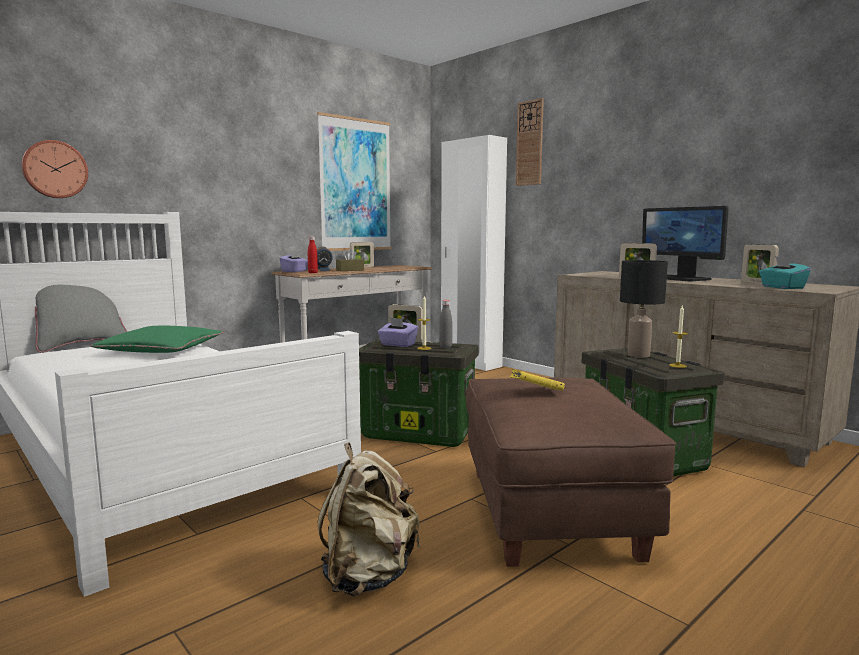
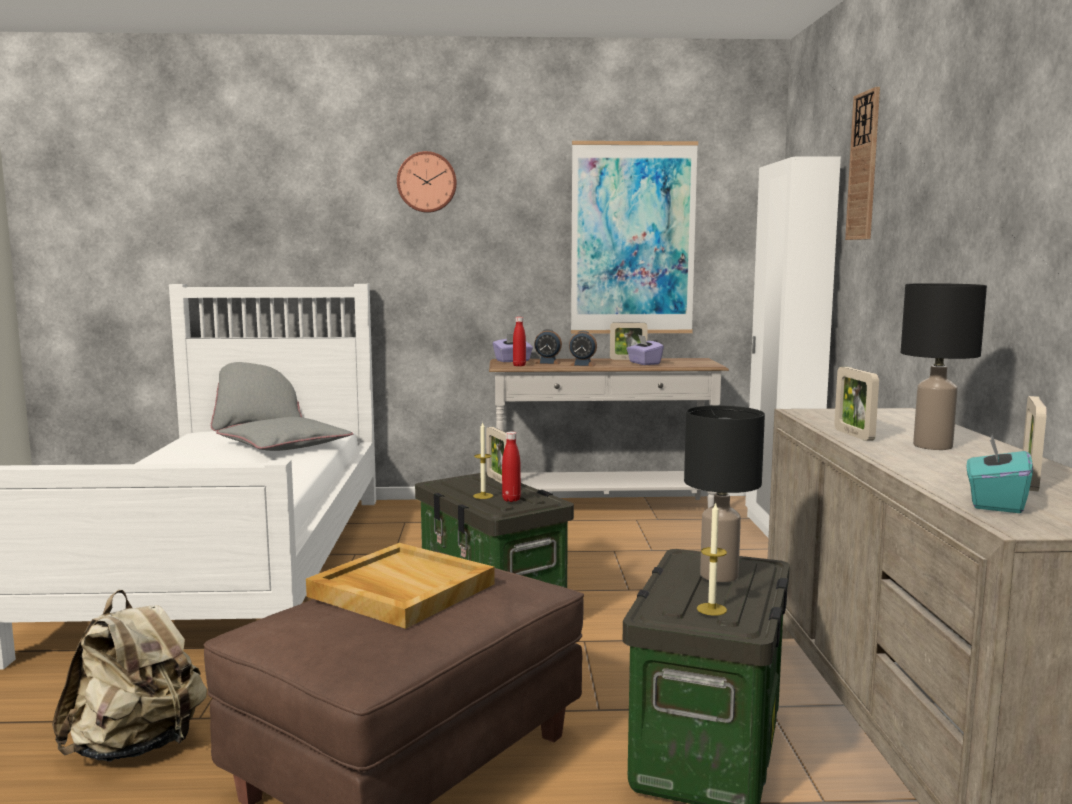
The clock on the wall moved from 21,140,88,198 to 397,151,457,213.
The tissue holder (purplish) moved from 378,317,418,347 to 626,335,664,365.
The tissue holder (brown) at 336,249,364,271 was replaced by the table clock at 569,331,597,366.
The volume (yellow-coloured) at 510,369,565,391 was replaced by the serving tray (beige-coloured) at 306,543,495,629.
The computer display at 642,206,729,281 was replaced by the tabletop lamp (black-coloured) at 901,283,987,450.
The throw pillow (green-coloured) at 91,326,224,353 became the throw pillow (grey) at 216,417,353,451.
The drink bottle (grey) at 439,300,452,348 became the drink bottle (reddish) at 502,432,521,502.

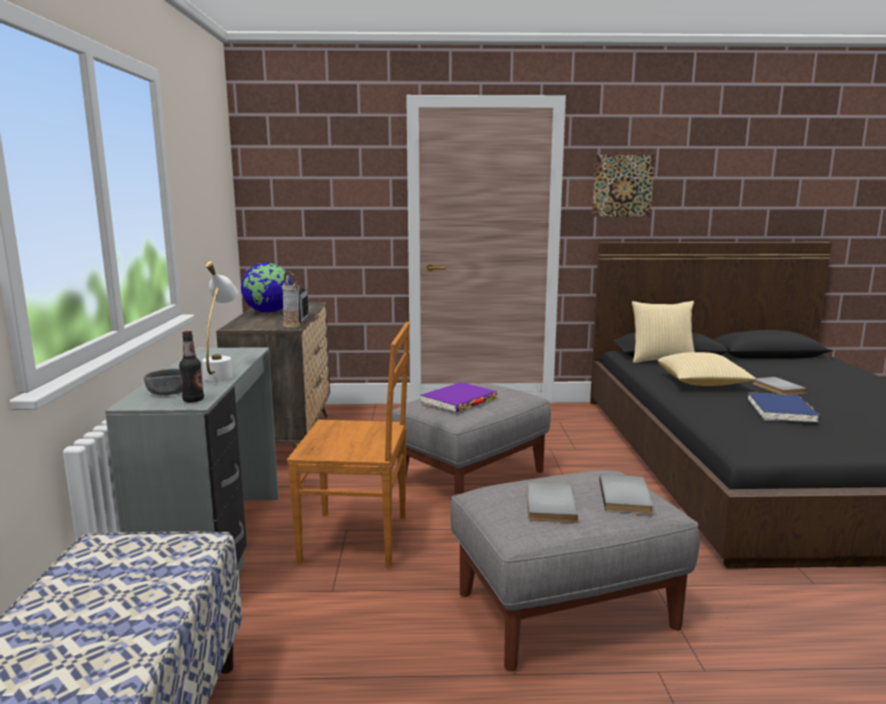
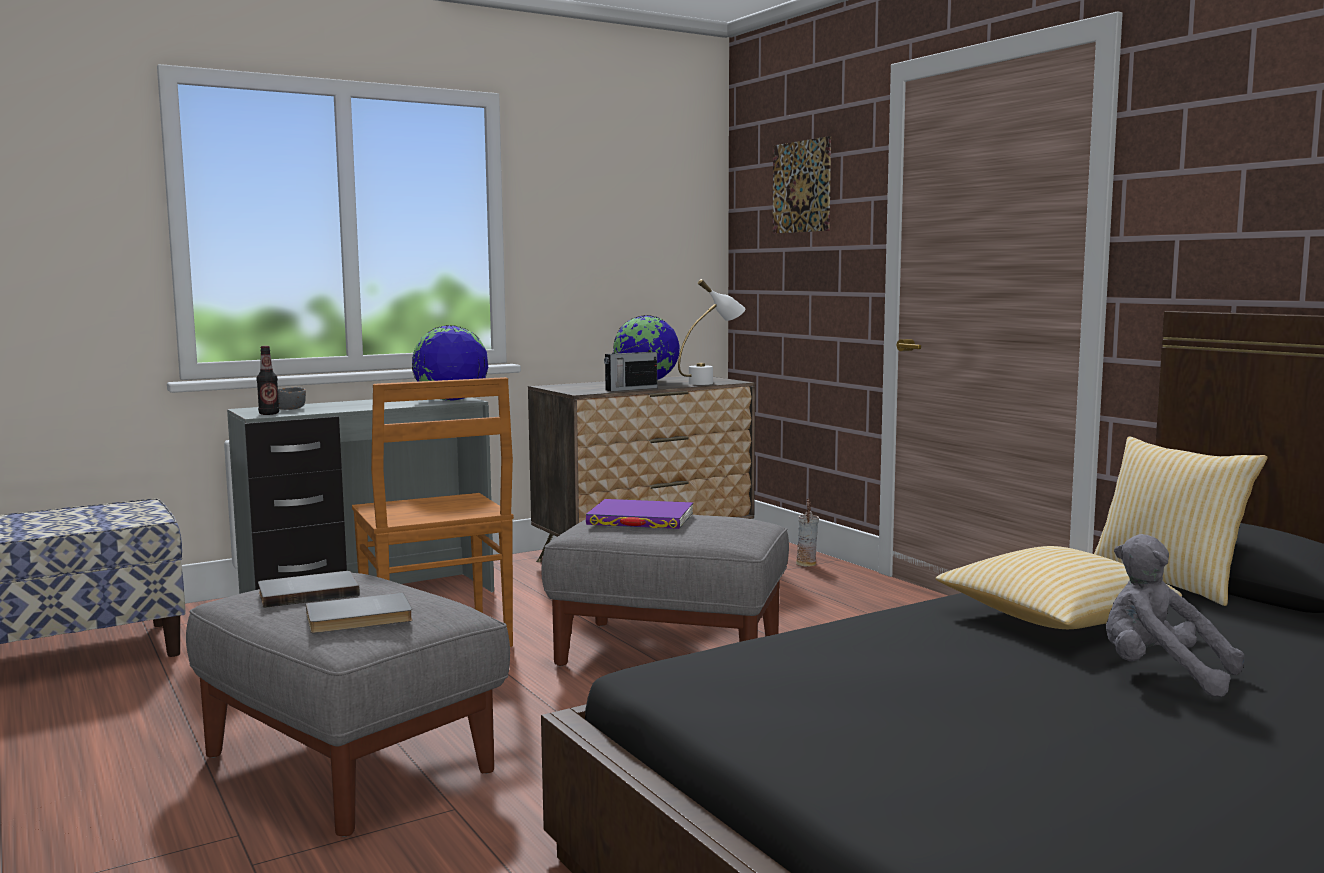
The volume (bluish) at 748,392,821,423 disappeared.
The globe at 412,325,488,401 appeared.
The tabletop lamp (whitish) moved from 202,261,238,381 to 678,279,745,385.
The decorative vase moved from 282,271,300,328 to 796,499,819,567.
The wall picture moved from 592,155,655,216 to 772,136,831,234.
The volume (grey) at 752,377,808,395 was replaced by the cuddly toy (grey) at 1106,534,1244,697.

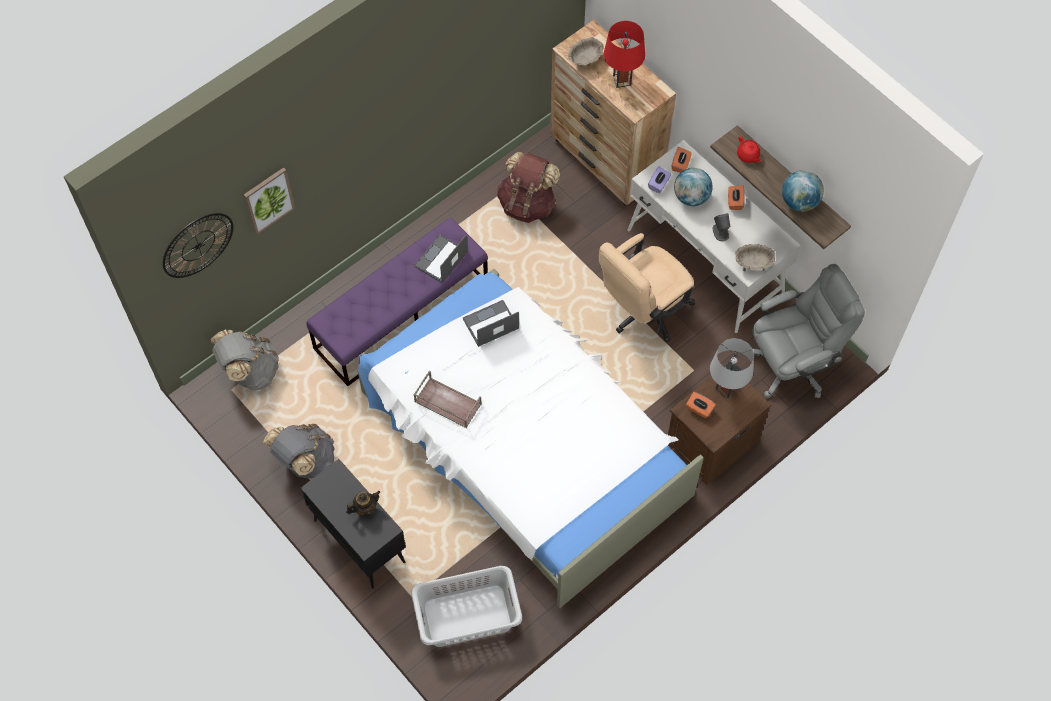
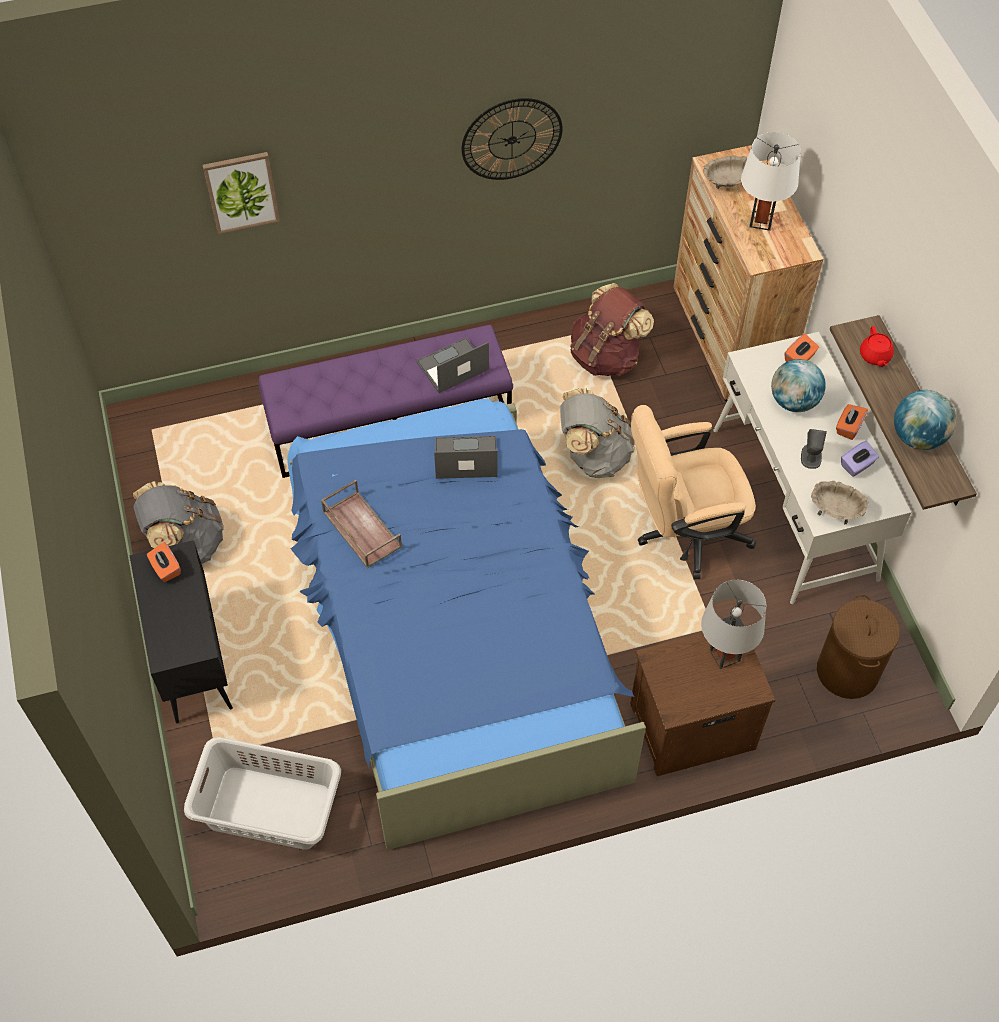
The teapot at 346,491,380,517 disappeared.
The clock on the wall moved from 163,213,233,278 to 462,98,562,180.
The backpack (grey) moved from 211,329,279,390 to 560,388,635,478.
The tissue holder (purplish) moved from 648,166,671,193 to 841,441,879,477.
The tissue holder (orange-coloured) moved from 686,392,716,418 to 147,542,181,582.
The office chair (grey) at 752,264,865,398 was replaced by the washing basket (brown) at 817,594,900,699.
The bedroom bed (whitish) at 358,269,704,608 became the bedroom bed (bluish) at 287,398,646,850.
The tabletop lamp (reddish) at 604,21,645,88 became the tabletop lamp (whitish) at 741,132,801,231.

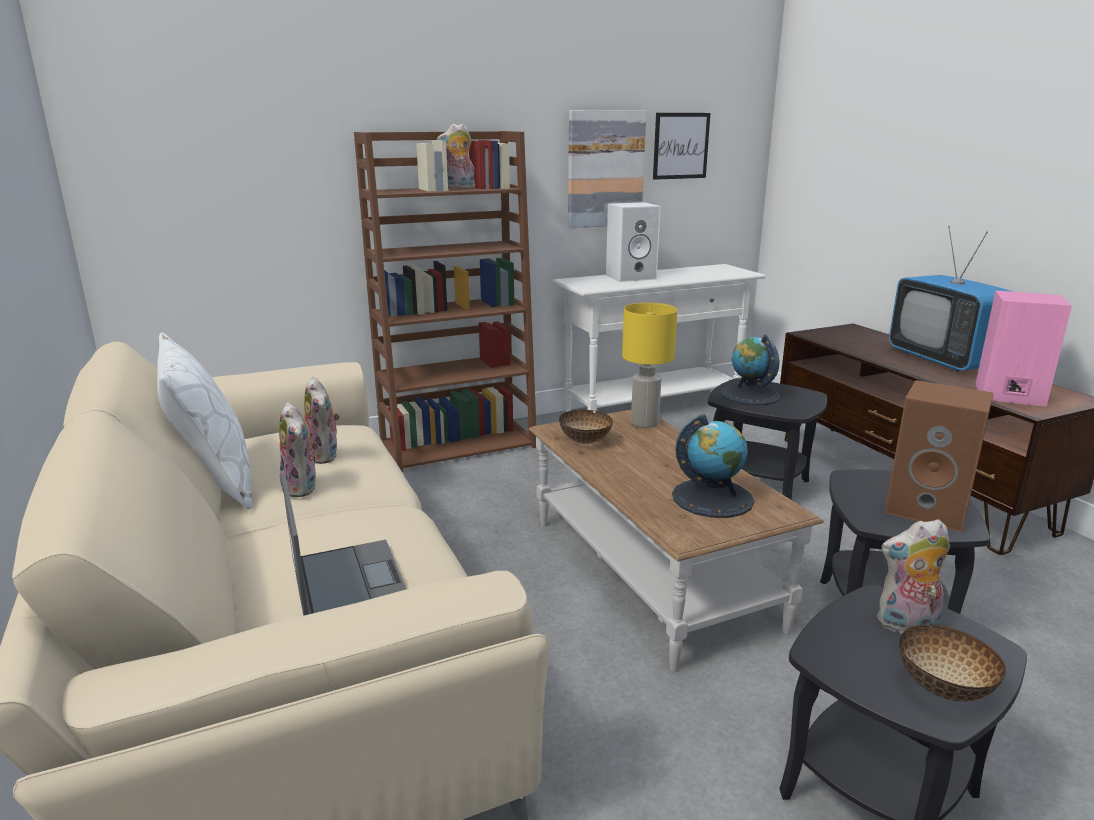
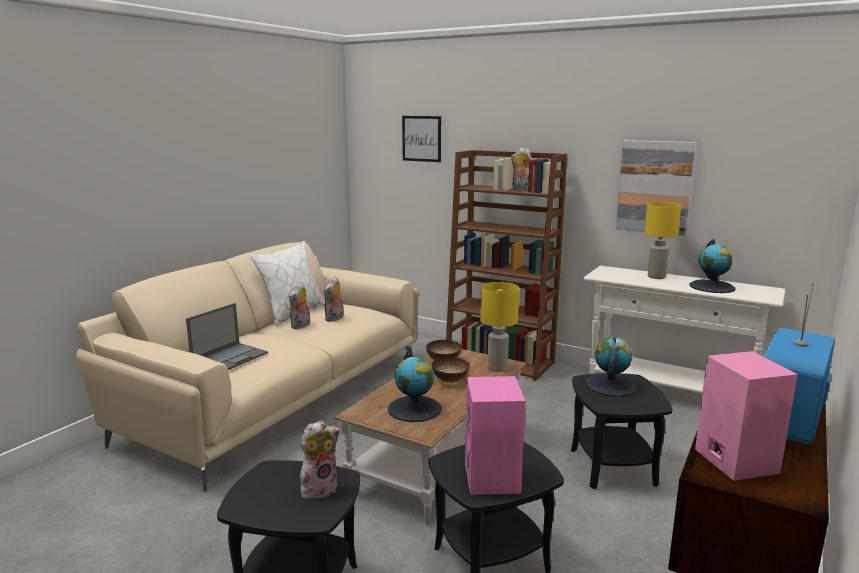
The globe at 689,239,736,293 appeared.
The wall picture moved from 653,113,710,180 to 402,116,441,162.
The bowl moved from 899,624,1007,702 to 432,357,470,383.
The loudspeaker (whitish) at 606,202,661,282 was replaced by the tabletop lamp (yellow-coloured) at 644,202,682,279.
The loudspeaker (brown) at 885,380,994,532 became the loudspeaker (pink) at 465,376,526,495.
The cuddly toy at 877,519,950,634 turned 90 degrees clockwise.

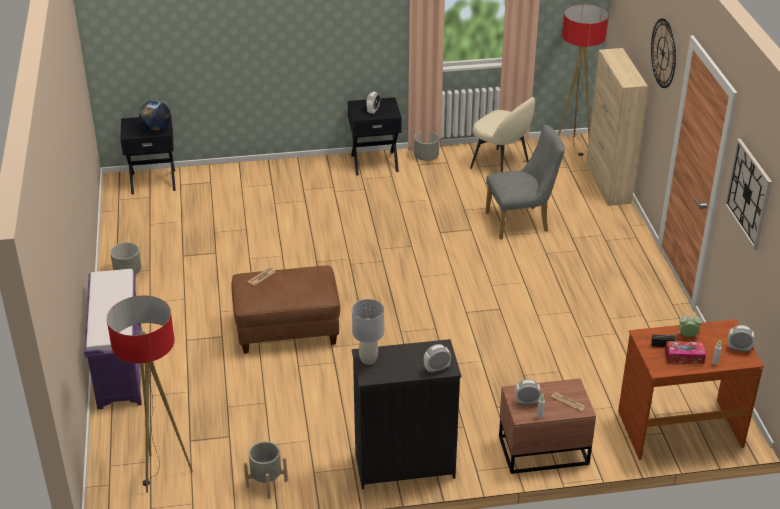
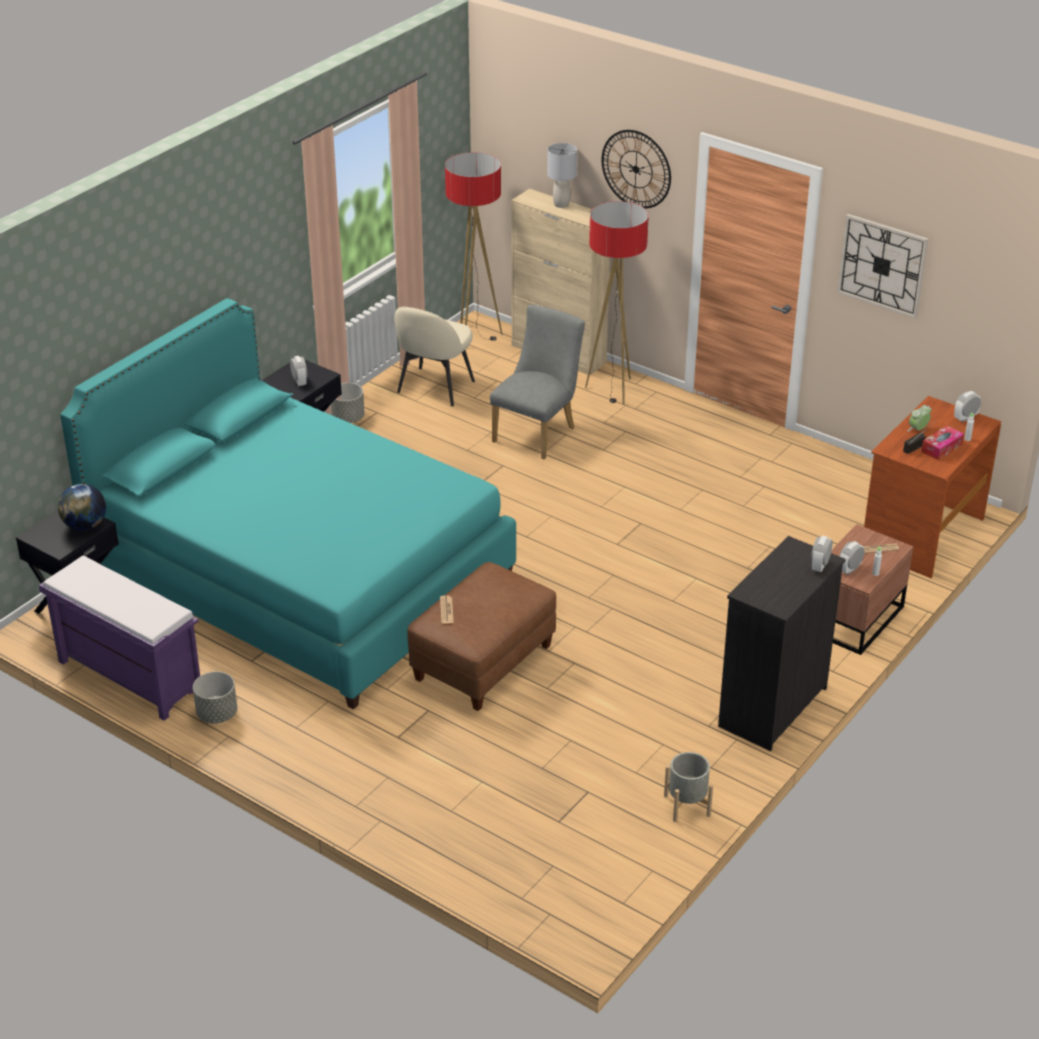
The bedroom bed (turquoise) at 60,298,516,710 appeared.
The indoor bench (purplish) moved from 84,269,142,410 to 39,556,200,721.
The standing lamp moved from 107,296,193,493 to 585,201,649,405.
The tabletop lamp (grey) moved from 352,299,384,365 to 547,143,577,208.
The upright chair (beige-coloured) at 470,97,535,172 turned 120 degrees clockwise.

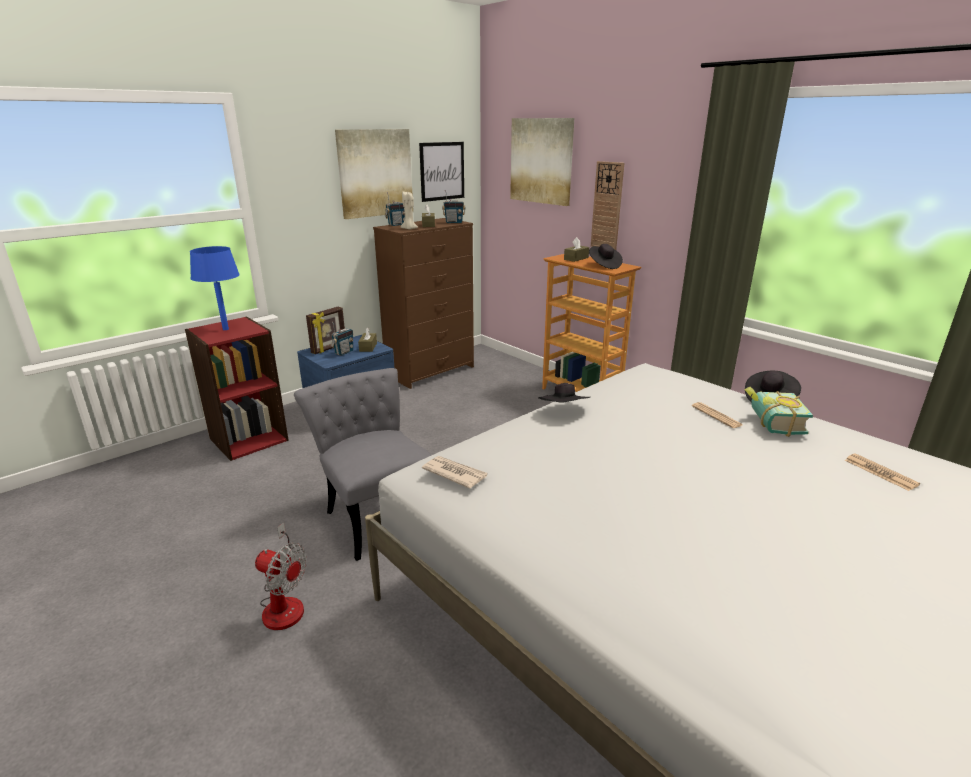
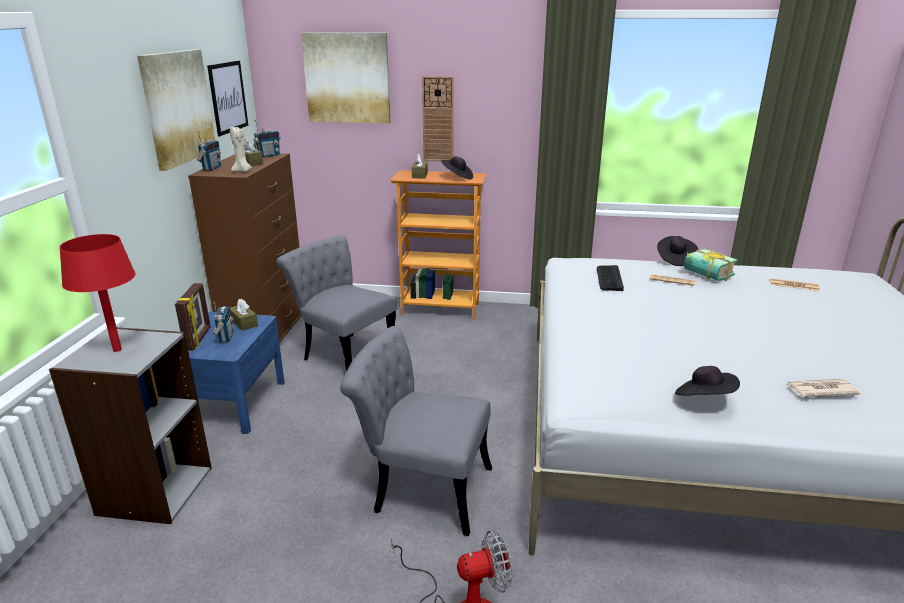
The upright chair (grey) at 276,235,397,372 appeared.
The keyboard at 597,265,624,291 appeared.
The printed paper moved from 422,456,487,489 to 786,378,861,397.
The wearable hat (black-coloured) moved from 538,383,590,403 to 675,366,740,396.
The shelving unit (reddish) at 185,316,289,461 became the shelving unit (grey) at 49,327,212,524.
The tabletop lamp (bluish) at 190,246,240,330 became the tabletop lamp (reddish) at 59,234,136,352.

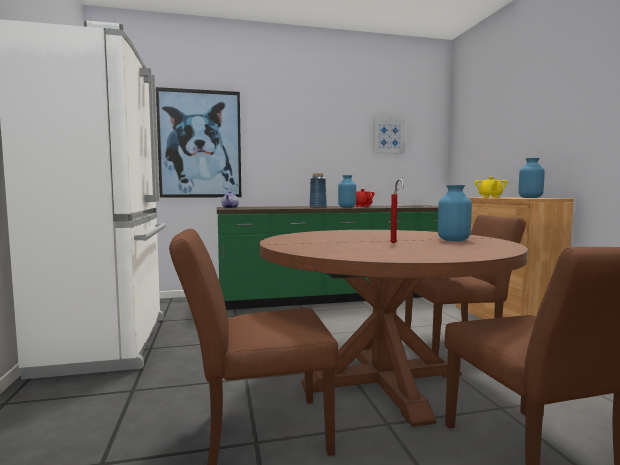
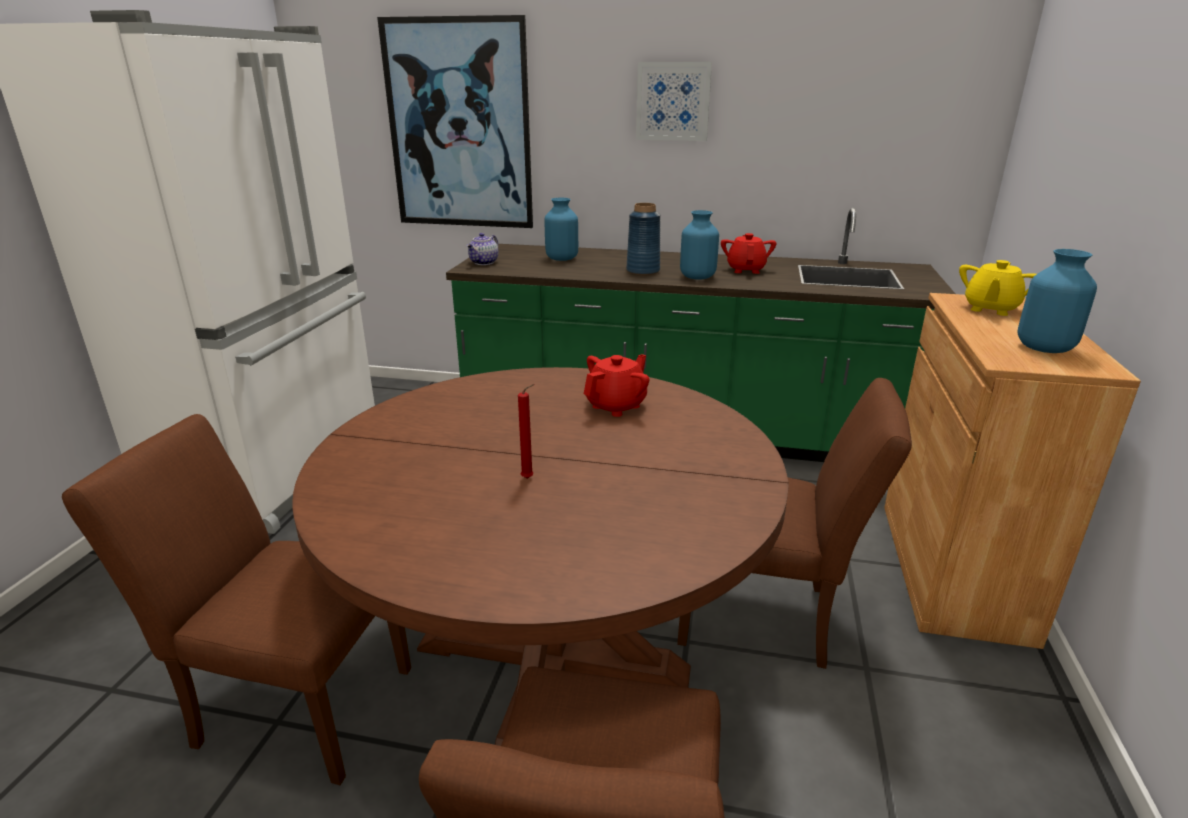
The teapot (reddish) at 584,354,649,417 appeared.
The wall picture moved from 373,119,406,154 to 636,62,712,141.
The decorative vase (bluish) moved from 438,185,472,241 to 545,198,578,261.

